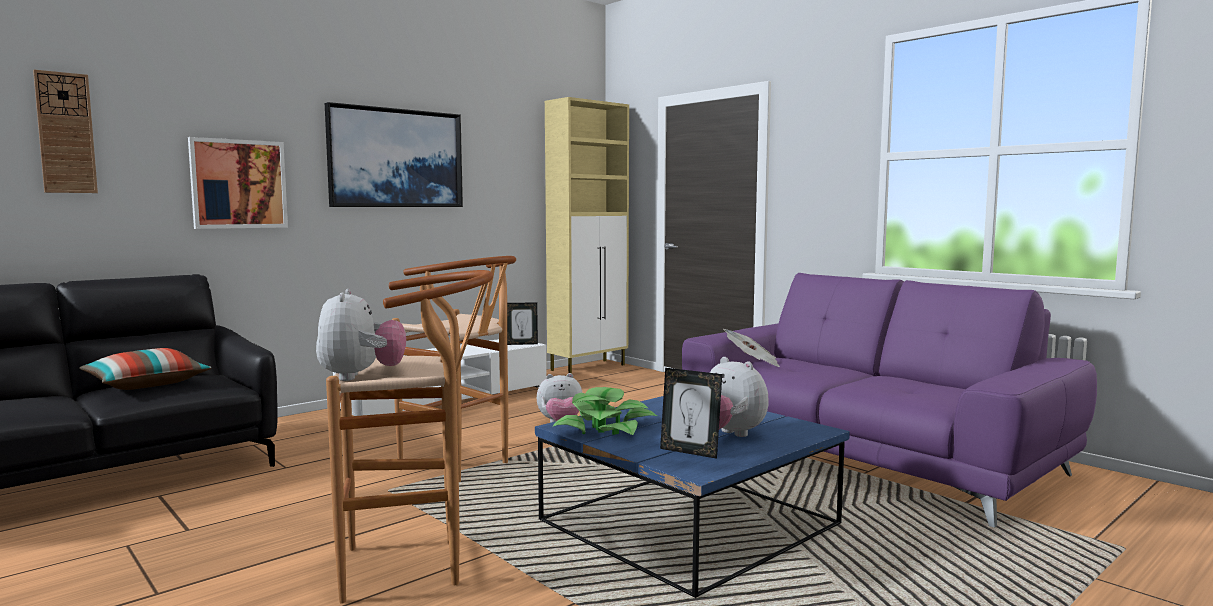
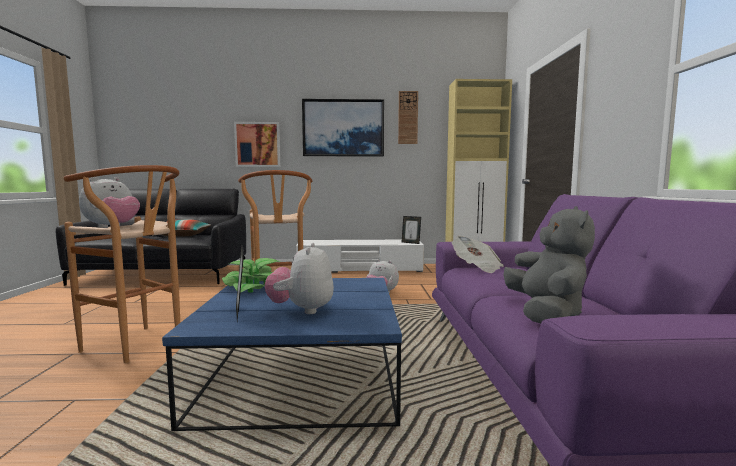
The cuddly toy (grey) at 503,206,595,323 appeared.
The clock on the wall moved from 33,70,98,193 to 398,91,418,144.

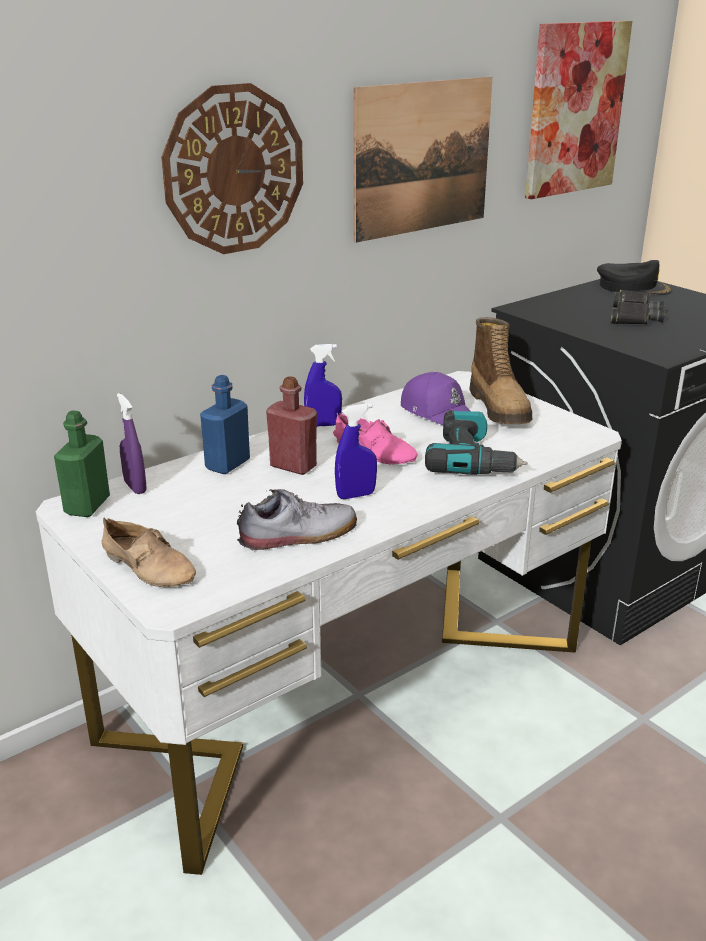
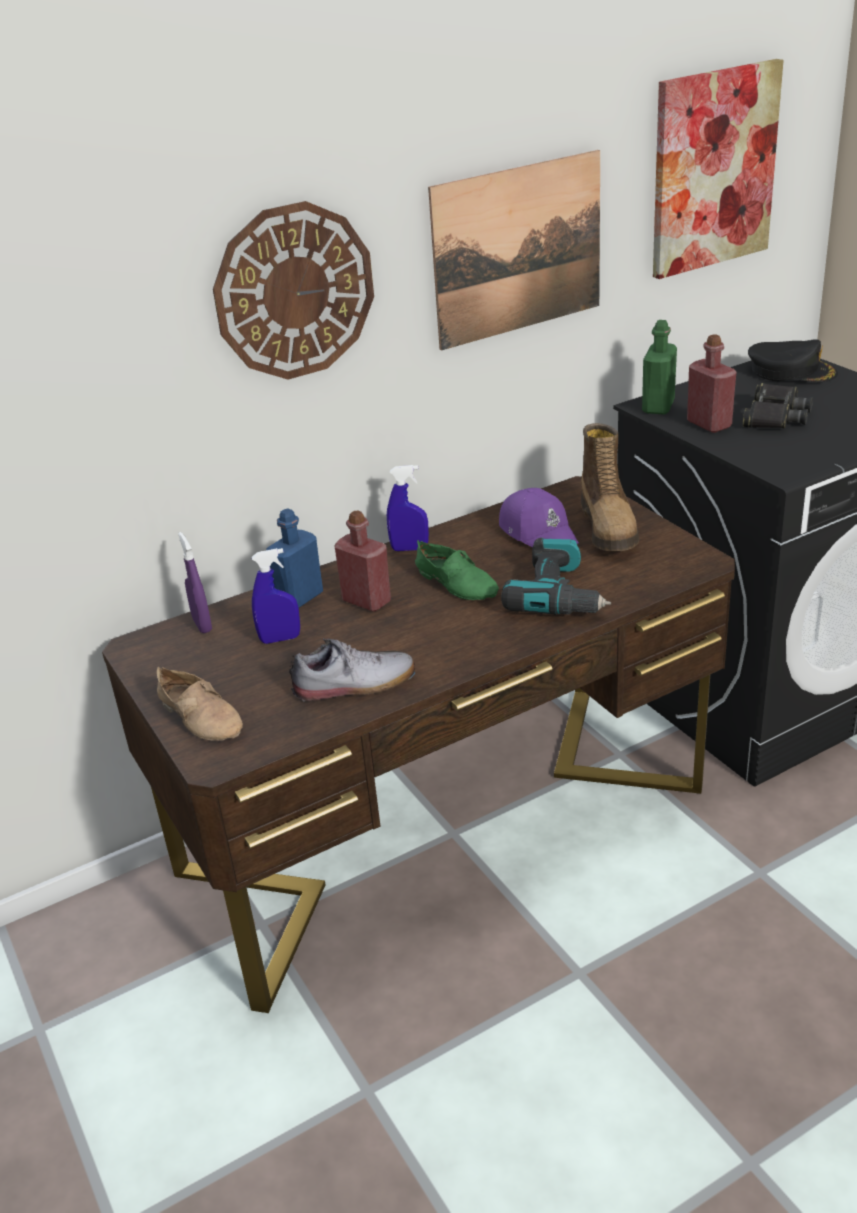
The drink bottle (reddish) at 687,334,737,433 appeared.
The drink bottle (green-coloured) moved from 54,410,110,517 to 642,320,677,414.
The spray bottle (bluish) moved from 335,403,377,499 to 252,548,300,644.
The desk table (whitish) at 36,371,622,875 became the desk table (brown) at 102,476,735,1013.
The item of footwear (pink) at 333,412,417,465 became the item of footwear (green-coloured) at 415,540,499,600.

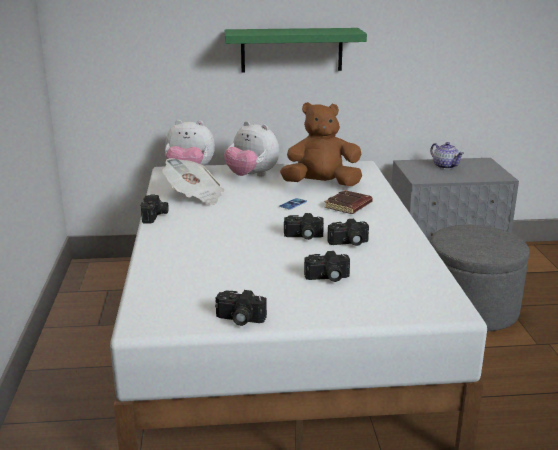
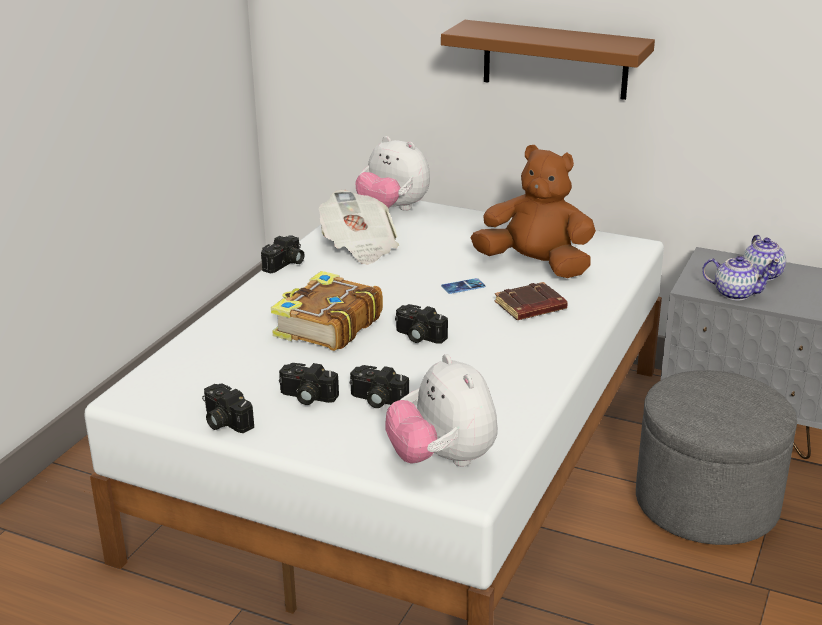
The volume at 271,271,383,351 appeared.
The teapot at 702,256,775,300 appeared.
The cuddly toy moved from 224,121,279,176 to 385,354,498,467.
The photo camera moved from 327,219,369,246 to 279,363,339,405.
The shelf (green-coloured) at 225,28,367,72 became the shelf (brown) at 441,20,655,100.

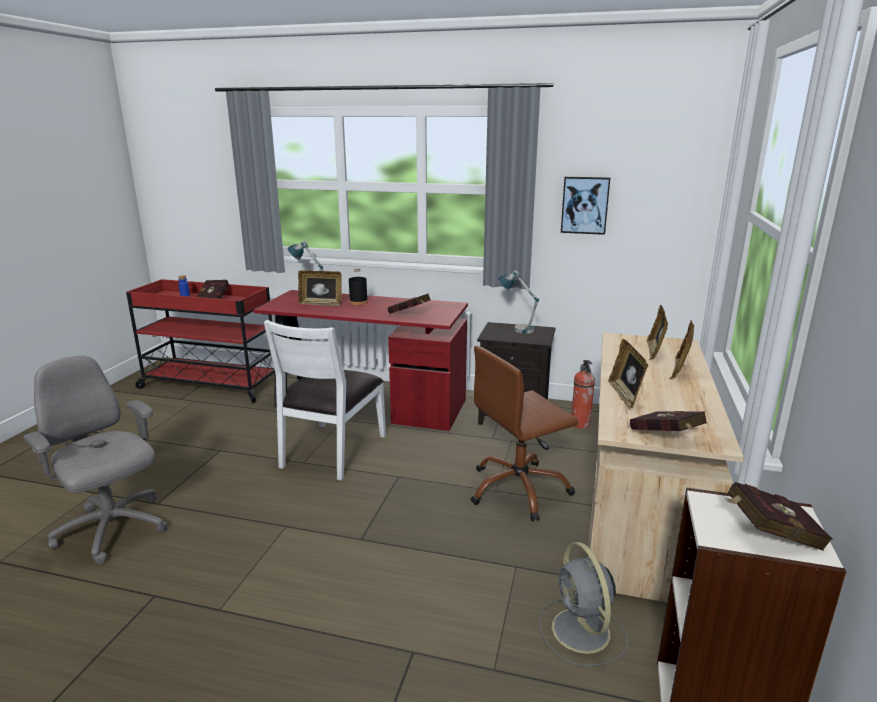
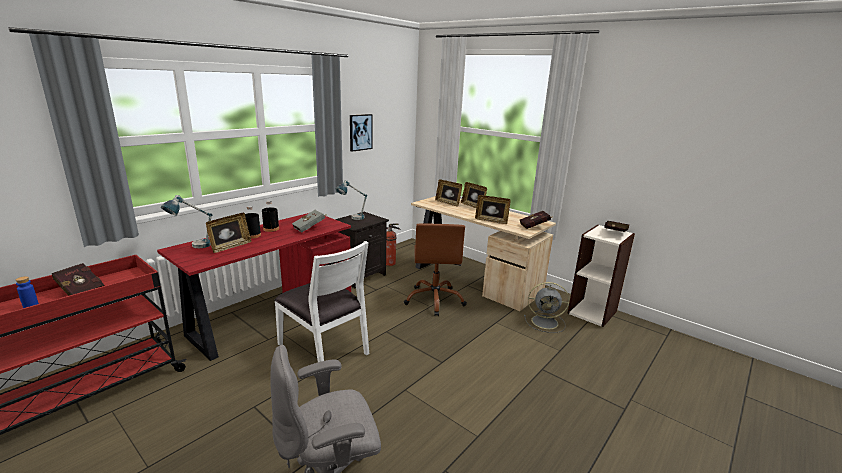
The drink bottle (black-coloured) at 262,200,279,232 appeared.
The volume (reddish) at 388,293,431,314 became the volume (grey) at 292,210,327,232.

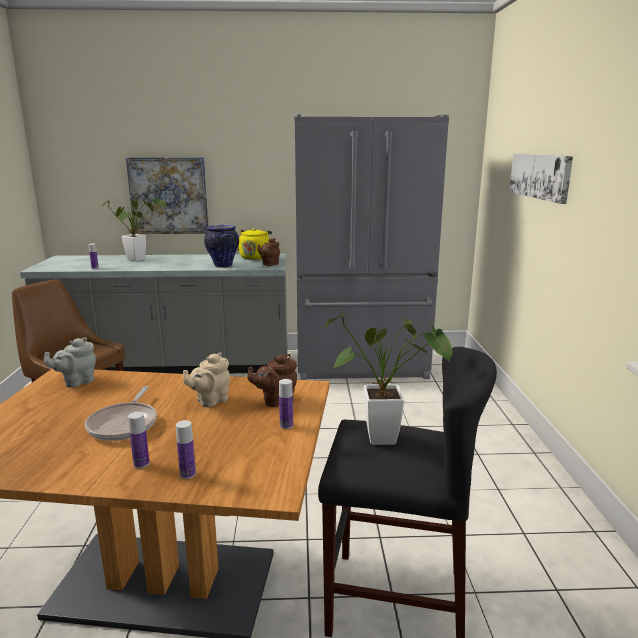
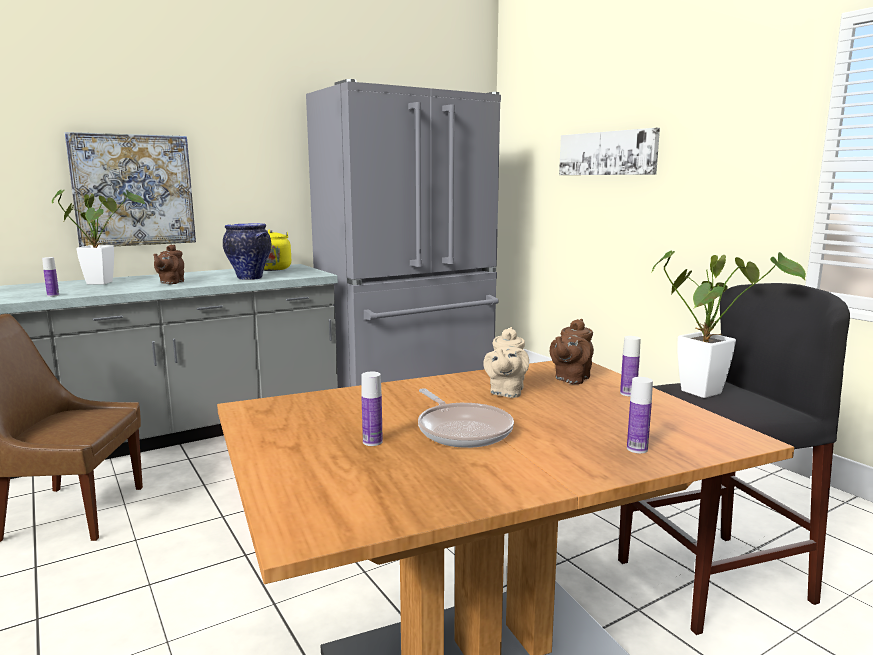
The teapot (grey) at 44,337,96,388 disappeared.
The drink bottle moved from 128,412,149,469 to 361,372,383,446.
The teapot (brown) moved from 258,238,280,266 to 153,245,184,284.

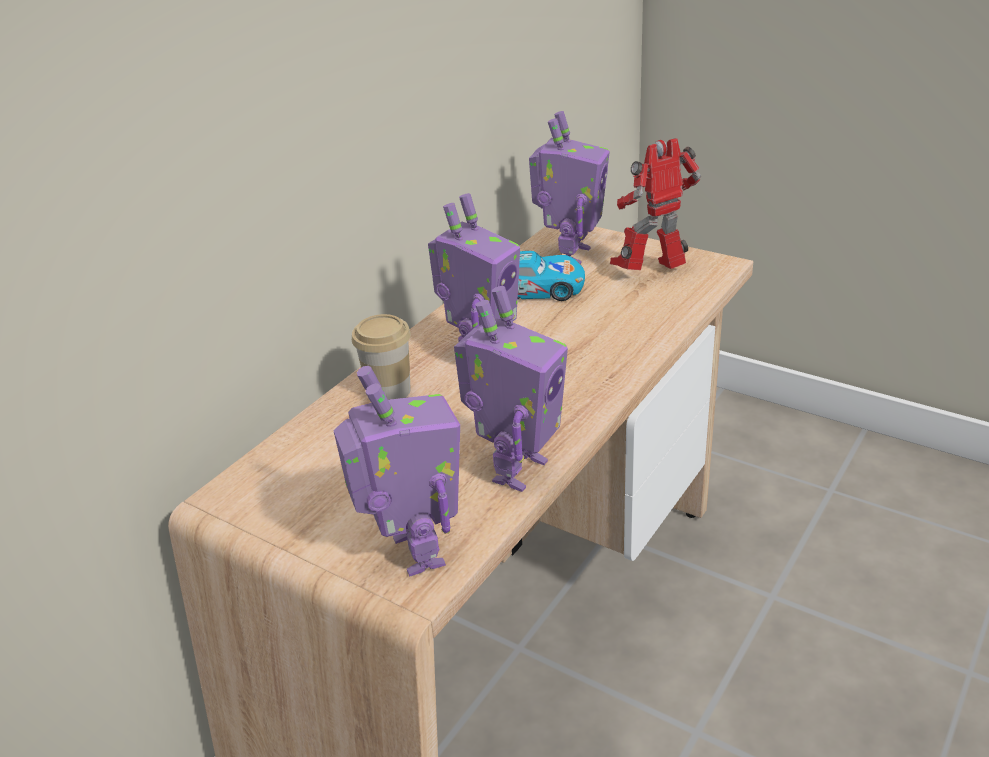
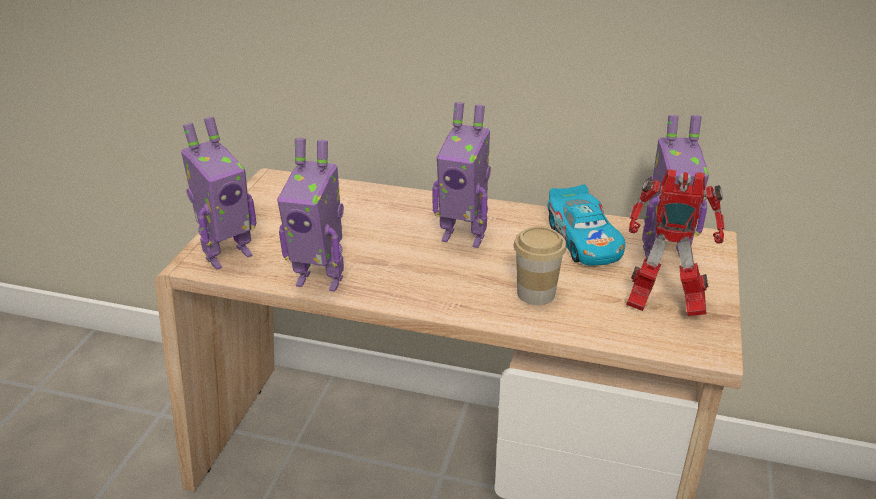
The small cup moved from 352,314,411,400 to 514,226,566,305.
The robot figure at 610,138,701,270 turned 150 degrees clockwise.

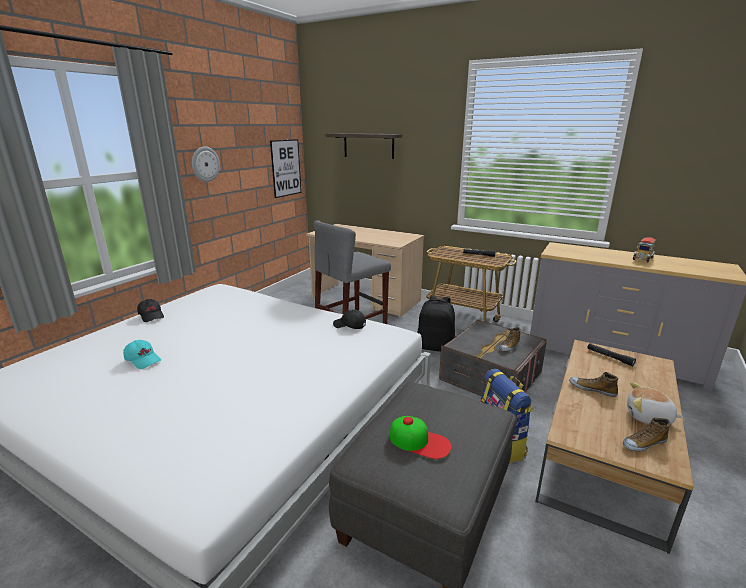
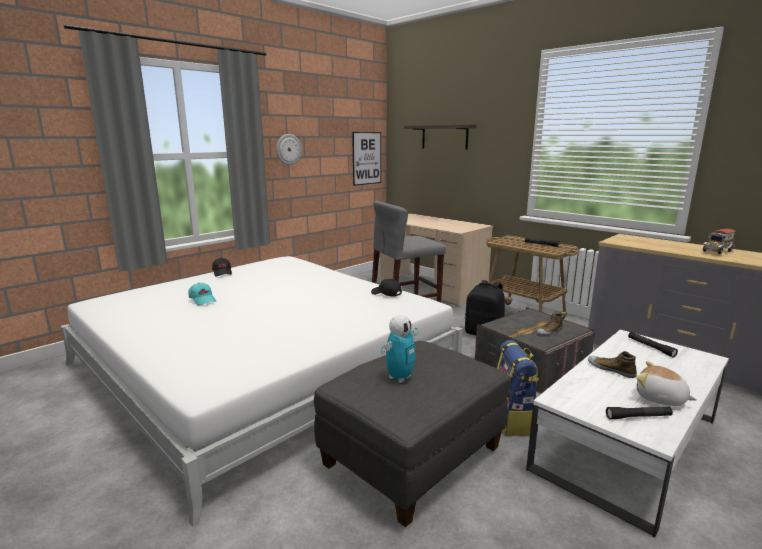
The peaked cap at 390,416,451,459 was replaced by the robot figure at 381,315,418,383.
The item of footwear at 623,418,671,452 was replaced by the hand torch (black-coloured) at 606,406,673,419.
The lounge table (brown) at 535,340,694,554 became the lounge table (whitish) at 526,330,729,537.

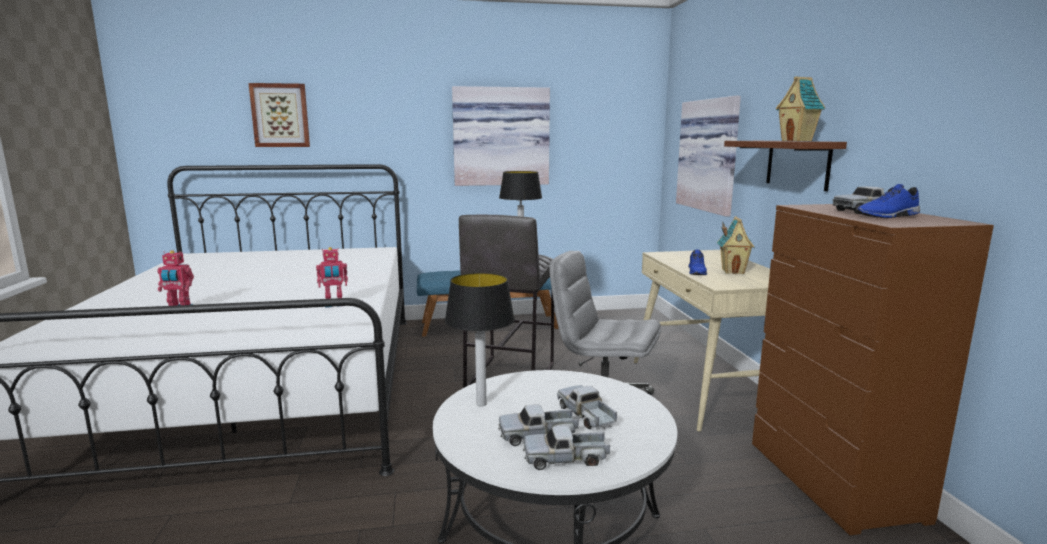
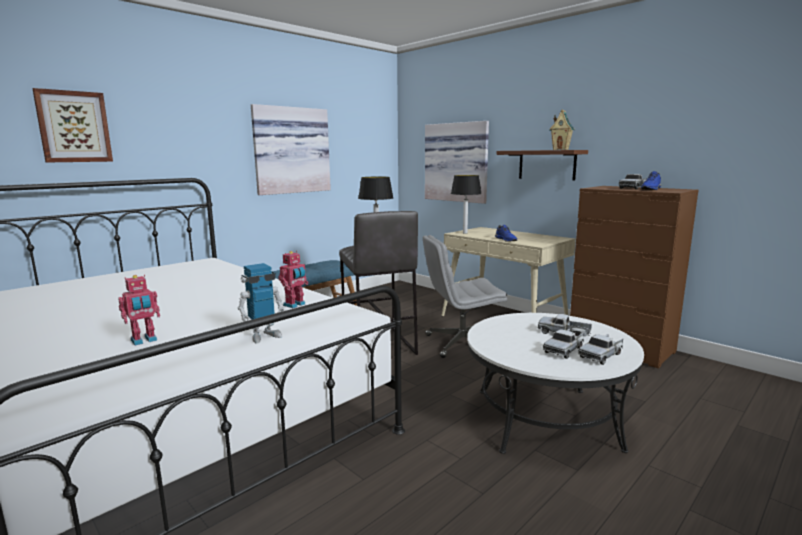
The model house at 717,216,755,274 disappeared.
The robot figure at 238,263,286,343 appeared.
The tabletop lamp moved from 445,273,515,406 to 451,175,482,234.

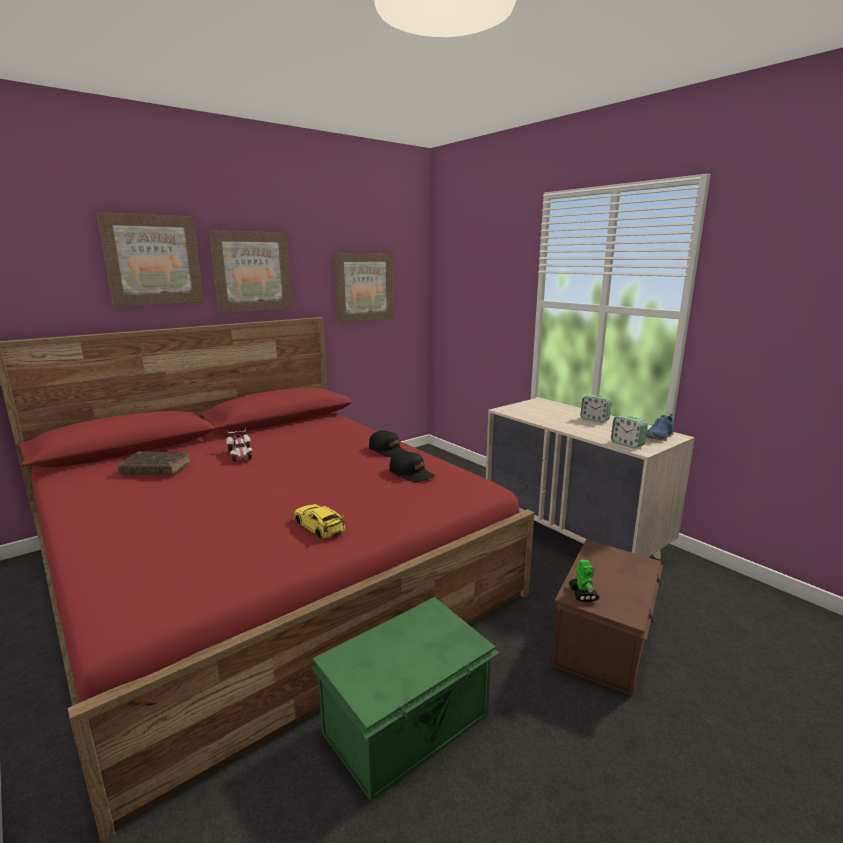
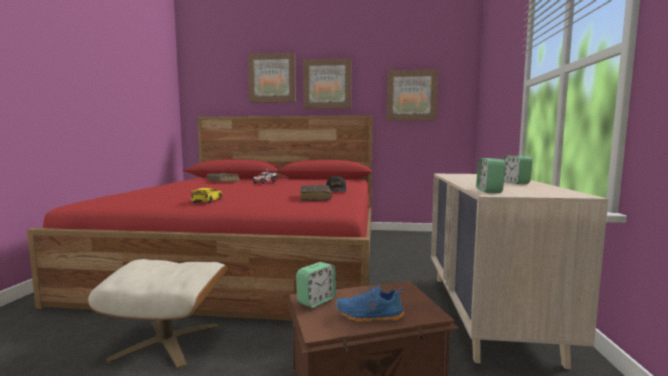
The item of footwear (bluish) moved from 646,413,674,441 to 335,285,404,322.
The storage container (green-coloured) at 311,597,499,801 was replaced by the ottoman (beige-coloured) at 87,259,228,369.
The peaked cap (black-coloured) at 389,451,435,482 was replaced by the volume (brown) at 300,185,332,201.
The robot figure at 569,560,599,602 was replaced by the table clock at 296,262,336,308.

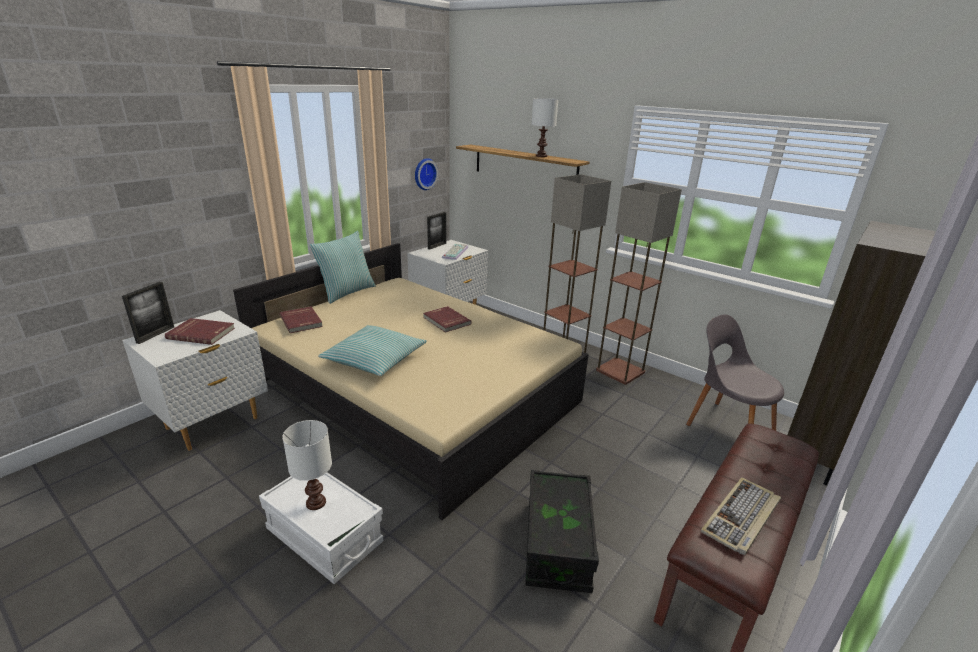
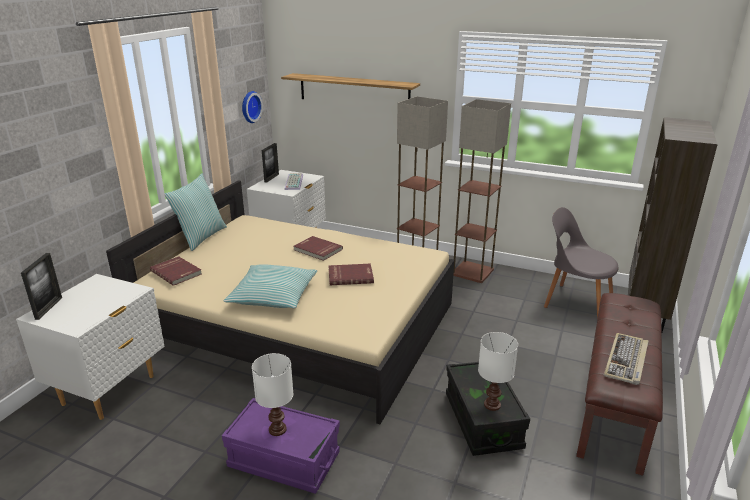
The volume (reddish) moved from 165,318,235,345 to 328,264,374,285.
The tabletop lamp (whitish) moved from 531,98,558,157 to 478,332,518,411.
The storage container (whitish) at 259,473,383,584 became the storage container (purplish) at 222,398,340,494.

